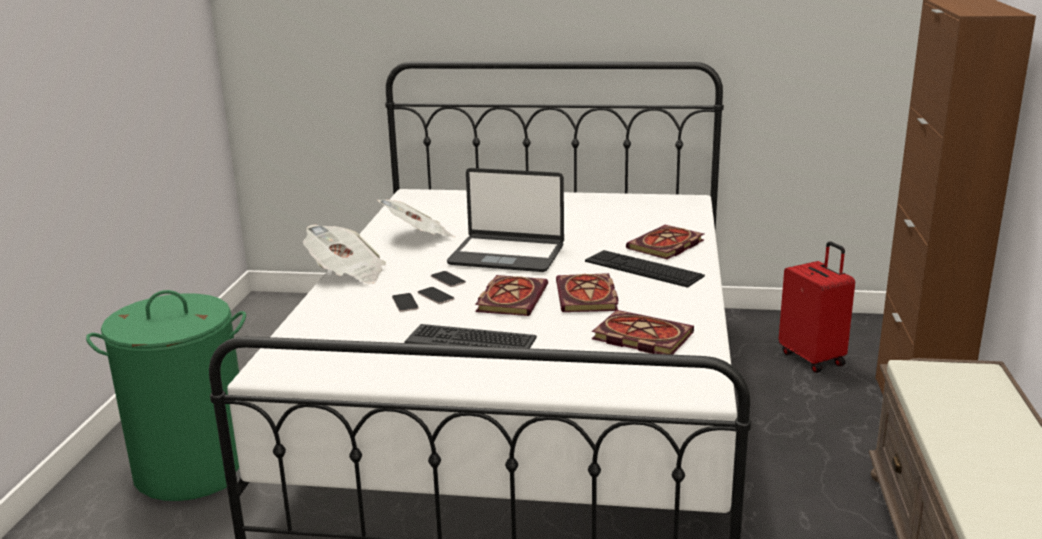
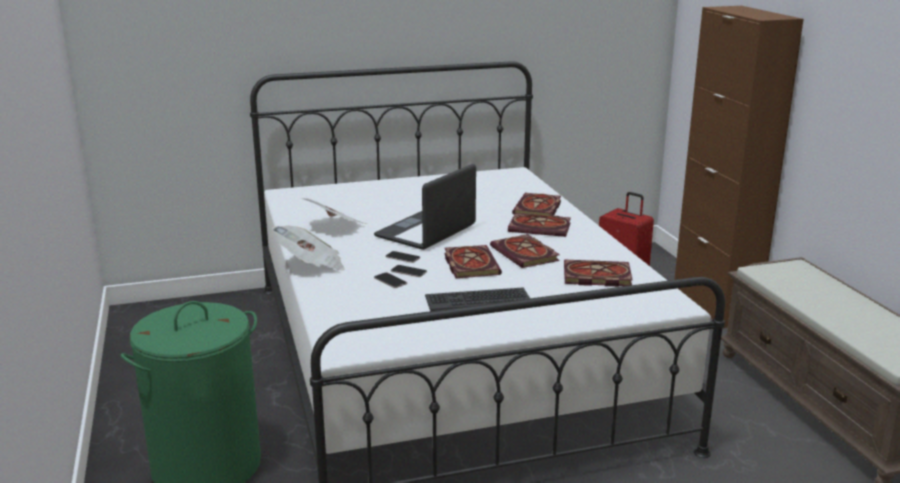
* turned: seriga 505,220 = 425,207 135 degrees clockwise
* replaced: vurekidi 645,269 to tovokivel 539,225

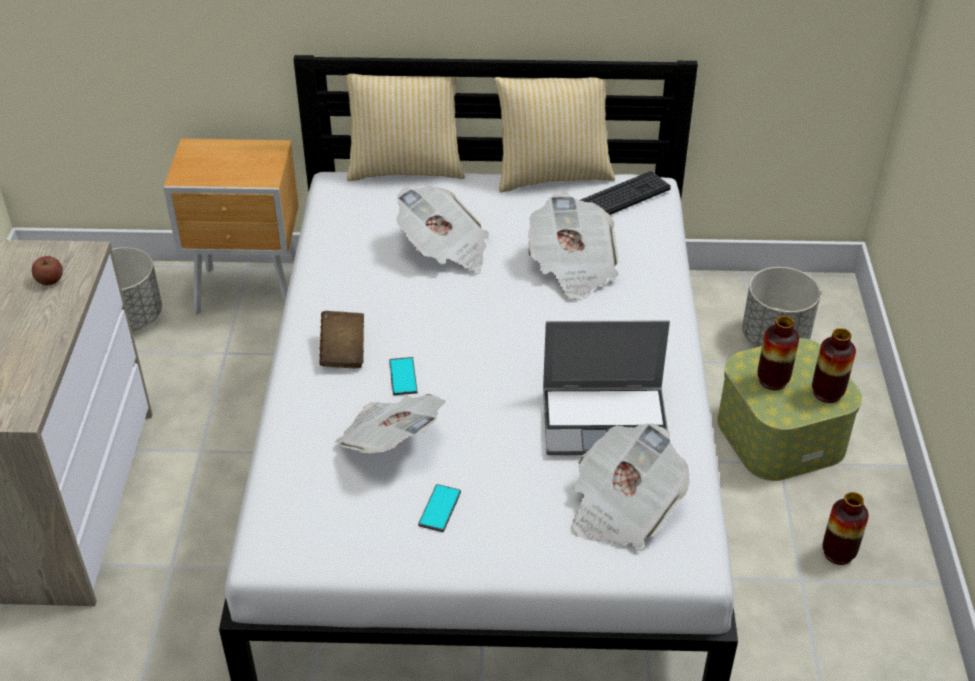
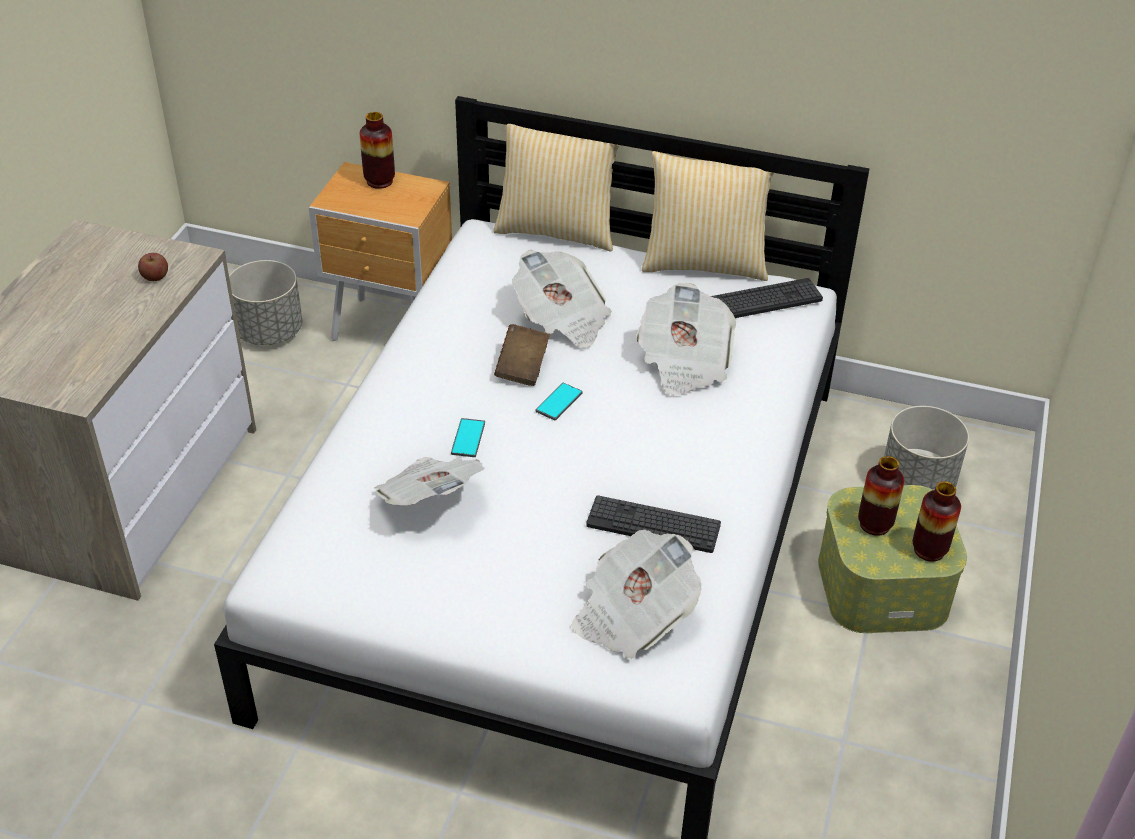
* moved: brown_tovokivel 341,339 to 522,355
* moved: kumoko 439,508 to 559,402
* replaced: seriga 606,387 to vurekidi 653,524
* moved: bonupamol 845,528 to 377,150

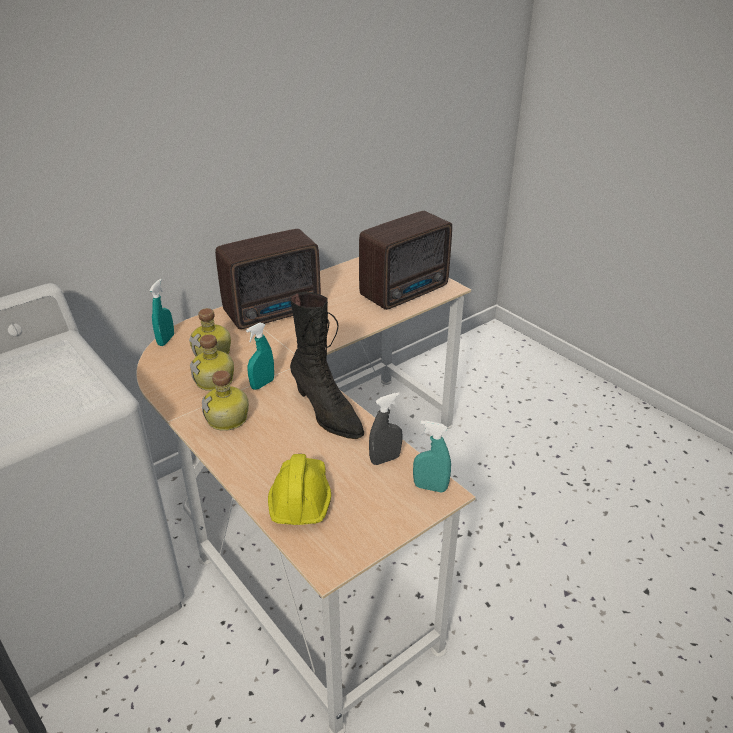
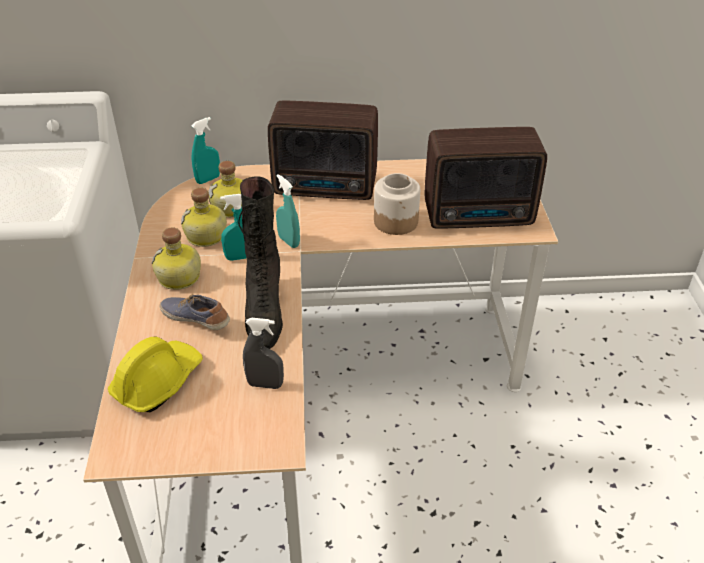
* moved: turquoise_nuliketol 432,456 to 288,211
* added: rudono 195,312
* added: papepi 397,204

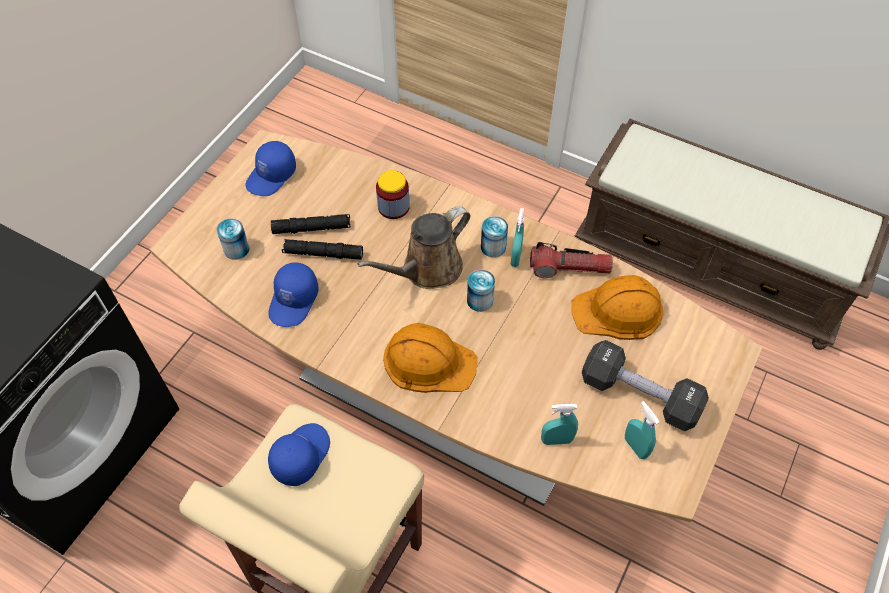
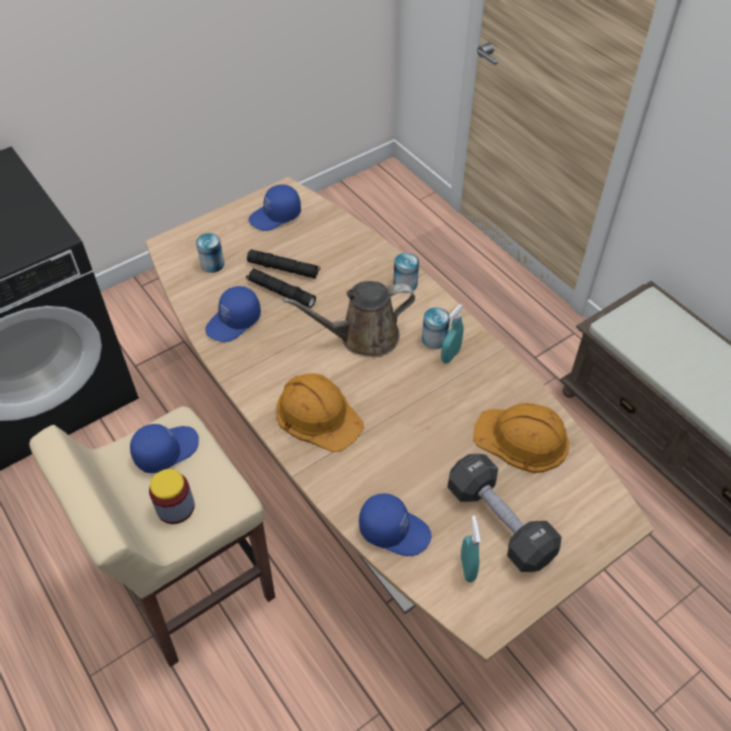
* moved: papepi 393,194 to 172,496
* moved: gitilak 481,291 to 406,273
* removed: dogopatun 571,260
* replaced: turquoise_nuliketol 559,424 to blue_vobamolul 395,524

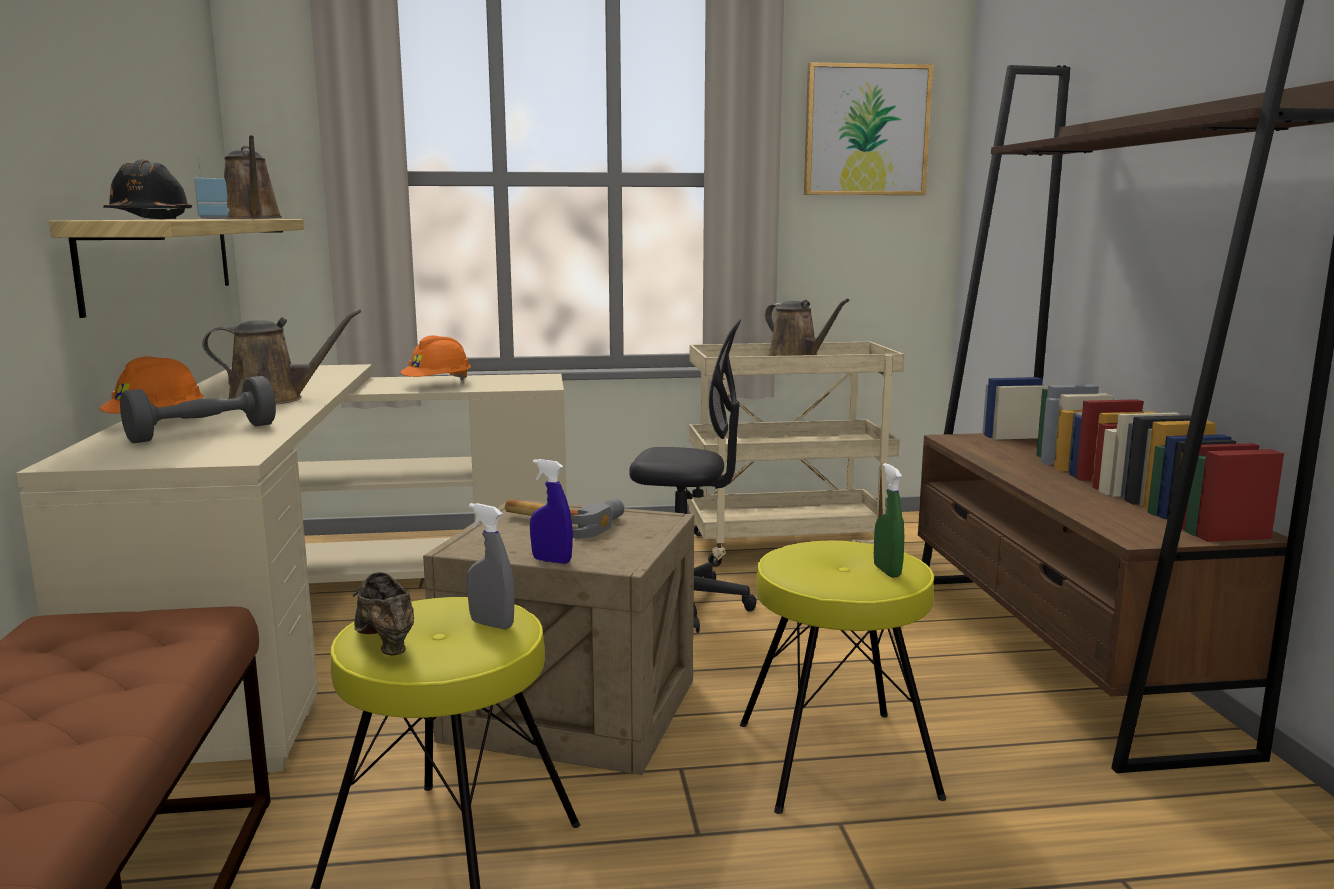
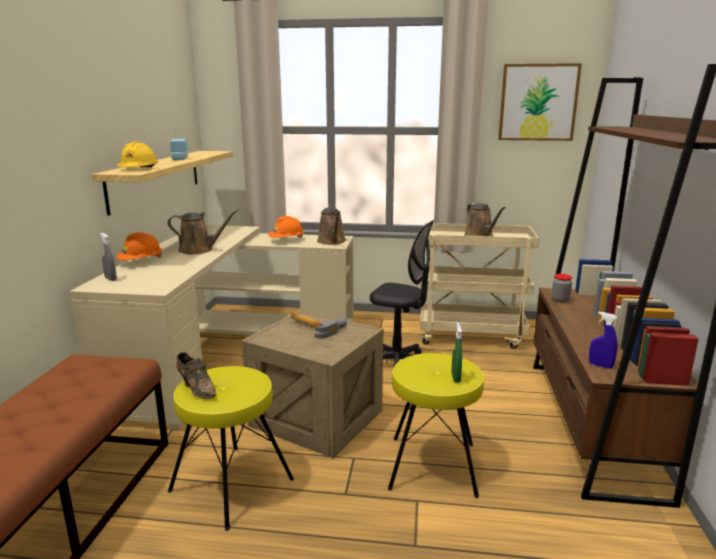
* recoloured: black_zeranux 147,189 to yellow_zeranux 137,154
* removed: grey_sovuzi 198,409
* moved: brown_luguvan 253,177 to 331,226
* turned: brown_rudono 383,613 = 196,375 150 degrees clockwise
* moved: grey_nuliketol 491,566 to 108,257
* moved: blue_nuliketol 551,511 to 603,340
* added: papepi 561,288

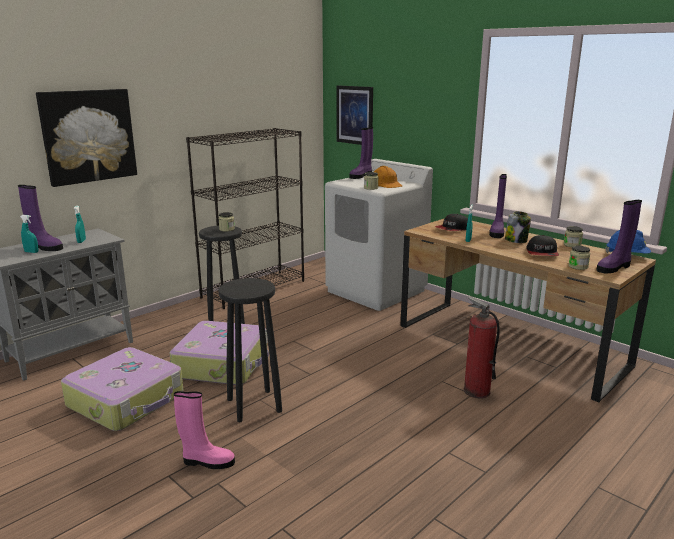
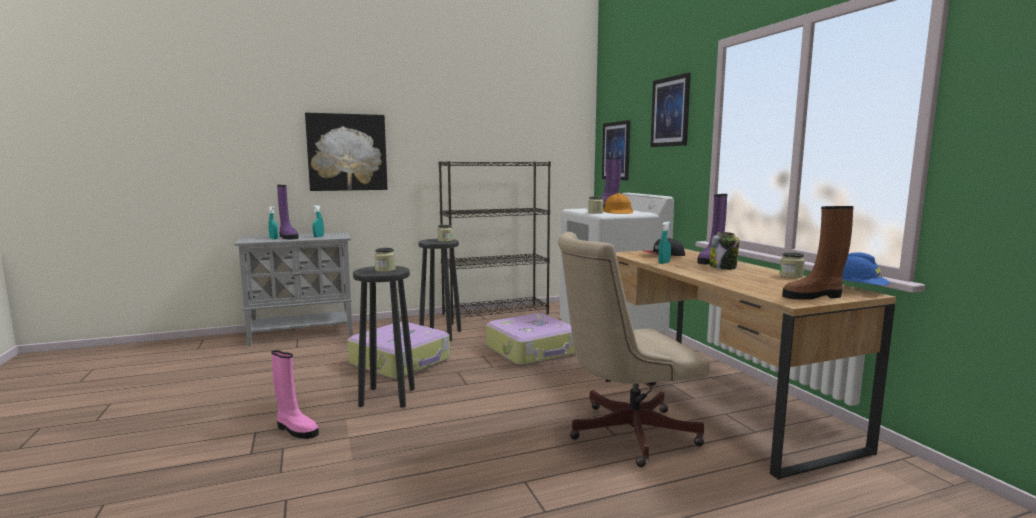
* moved: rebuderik 122,389 to 530,339
* replaced: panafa 482,347 to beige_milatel 634,349
* removed: vobamolul 542,245
* moved: papepi 579,258 to 385,260
* recoloured: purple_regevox 619,236 to brown_regevox 818,253
* added: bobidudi 670,110

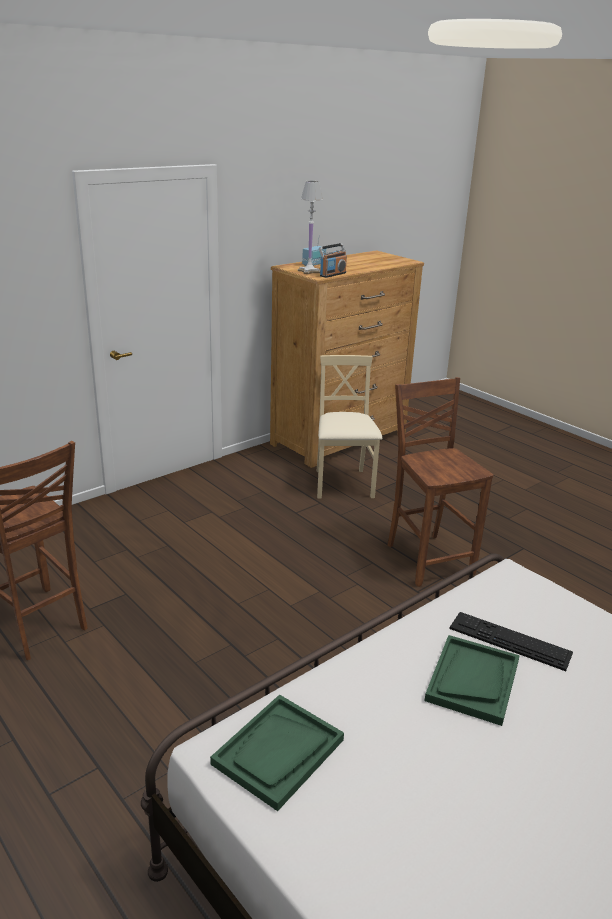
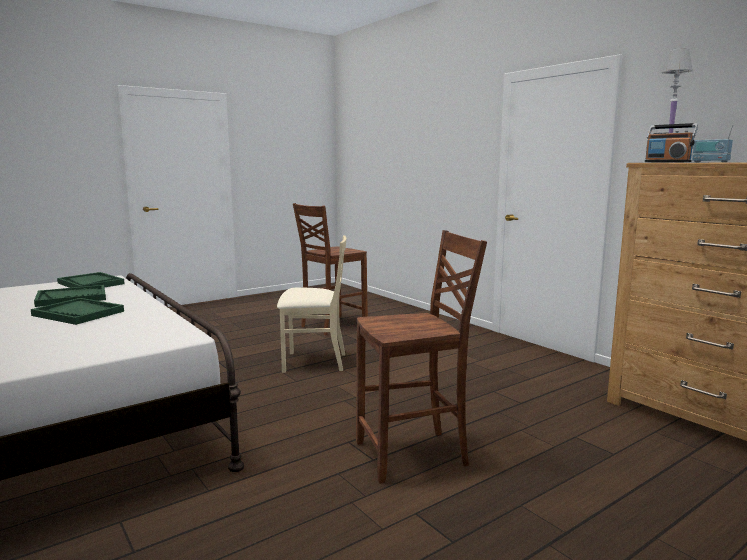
* moved: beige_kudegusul 349,427 to 311,304
* removed: vurekidi 511,641
* added: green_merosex 70,296

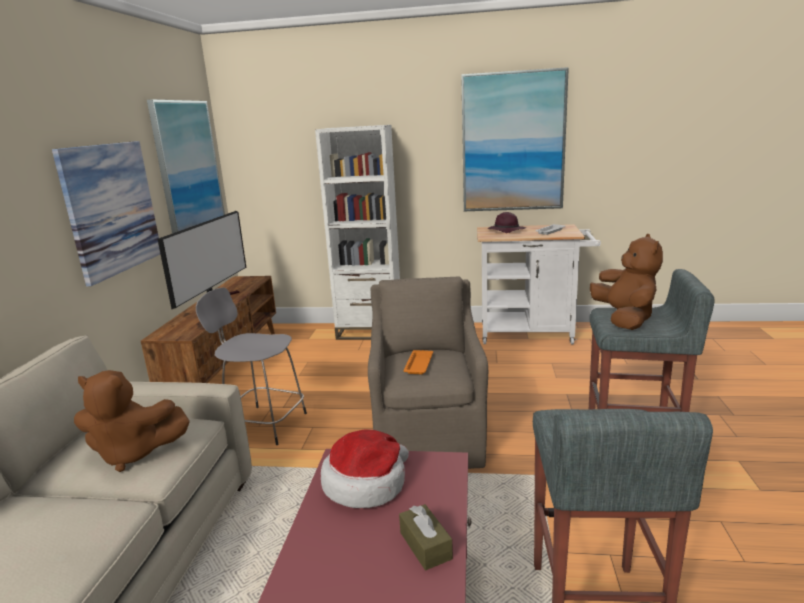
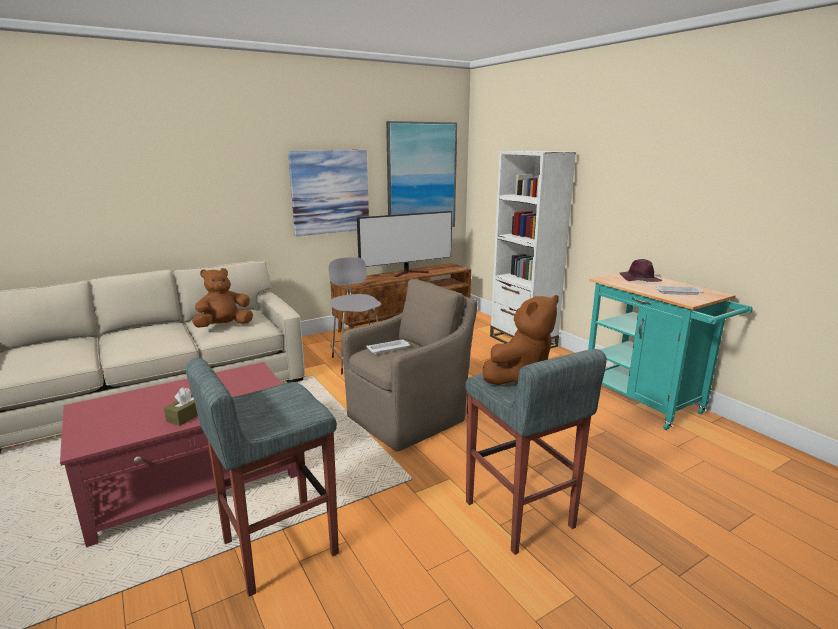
* turned: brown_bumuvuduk 132,421 = 222,298 90 degrees clockwise
* removed: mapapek 365,469
* recoloured: orange_merosex 418,362 to white_merosex 388,347
* removed: bobidudi 515,139
* recoloured: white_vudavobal 539,284 to turquoise_vudavobal 670,350

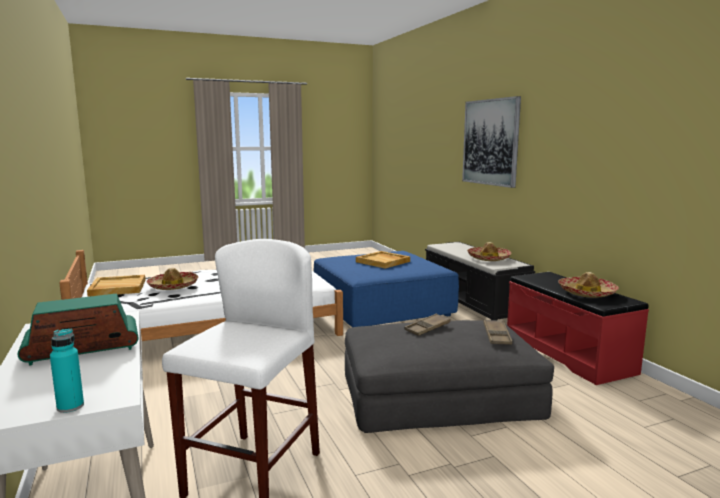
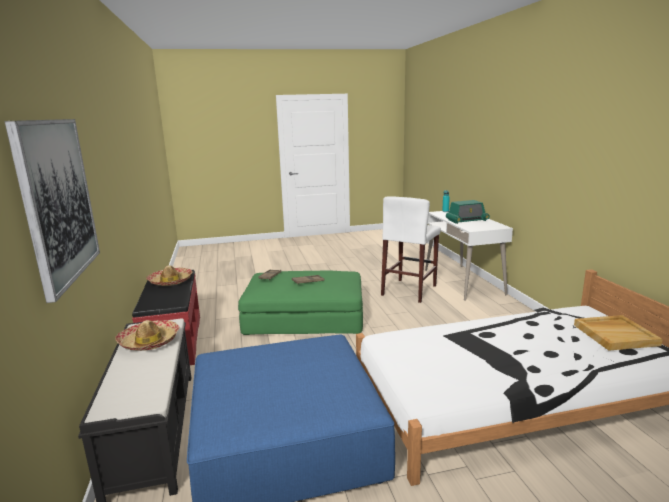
* removed: mapapek 172,279
* recoloured: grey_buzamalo 449,376 to green_buzamalo 300,303
* removed: beige_merosex 383,260

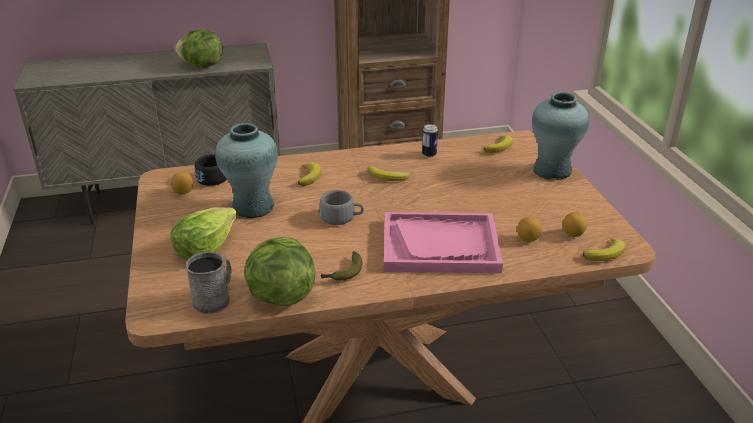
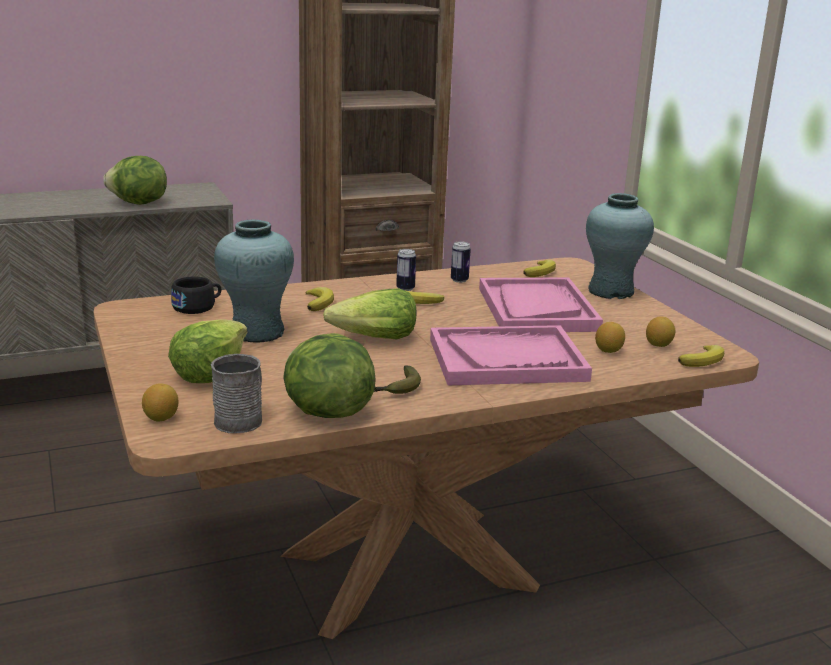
* moved: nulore 182,183 to 160,402
* replaced: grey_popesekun 341,207 to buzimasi 369,314
* added: gitilak 406,270
* added: pink_merosex 541,305

